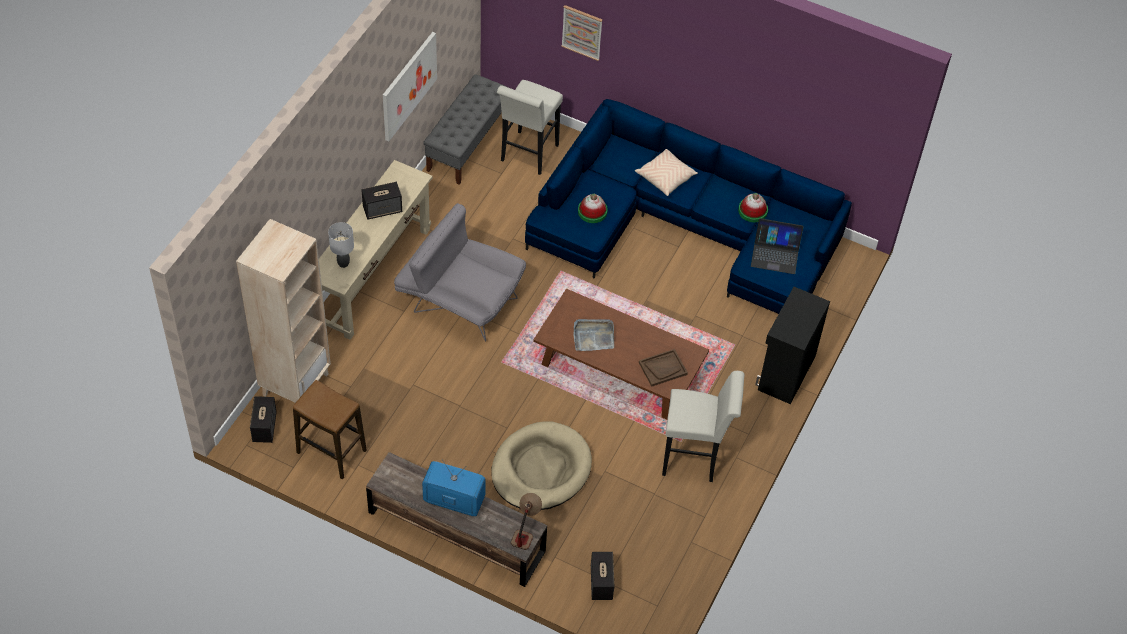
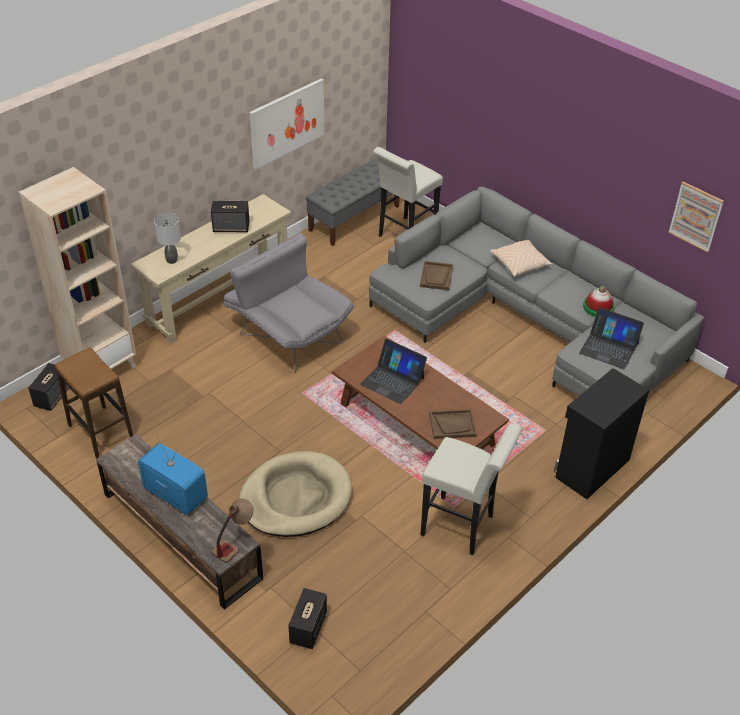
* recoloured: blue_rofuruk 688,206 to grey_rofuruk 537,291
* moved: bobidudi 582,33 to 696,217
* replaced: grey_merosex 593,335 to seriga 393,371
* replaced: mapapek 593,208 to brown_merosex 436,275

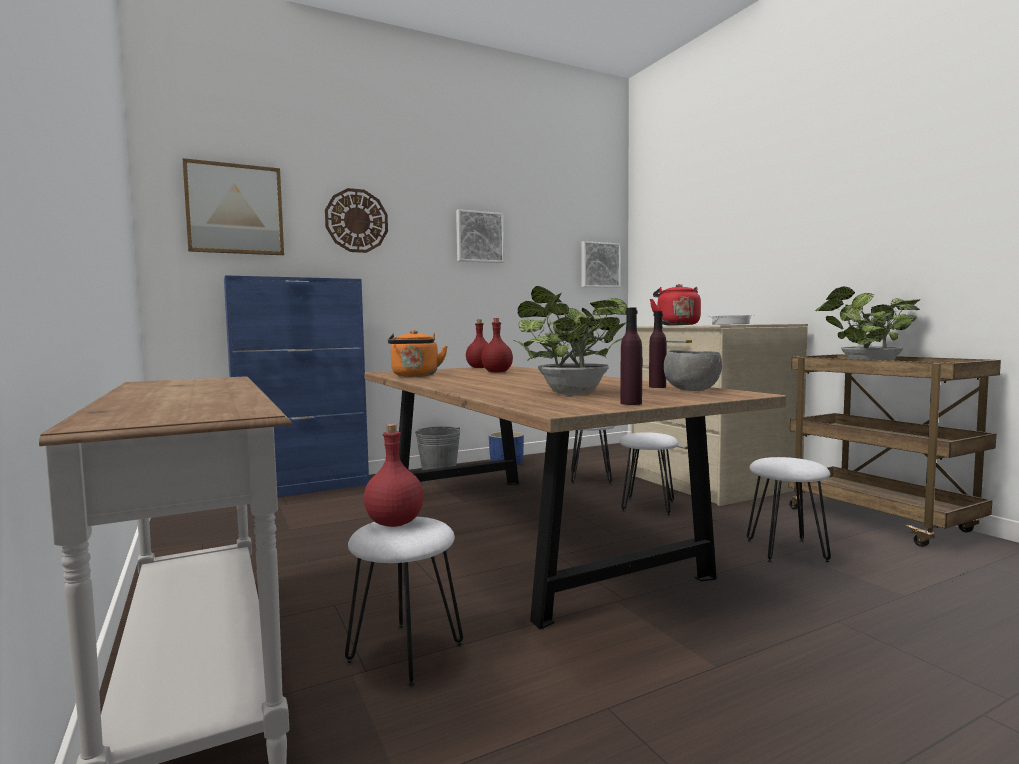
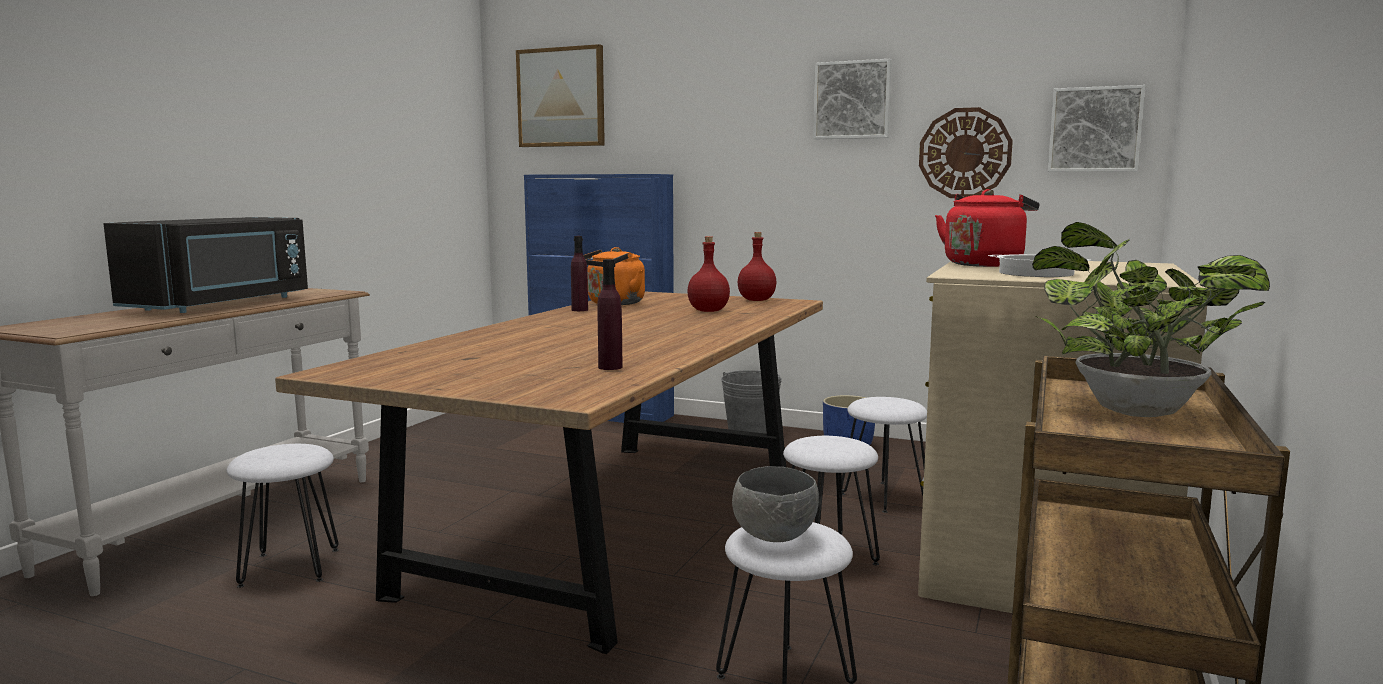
* moved: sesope 356,220 to 966,152
* removed: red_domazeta 394,475
* removed: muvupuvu 570,340
* moved: purple_domazeta 631,356 to 579,273
* moved: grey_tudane 693,370 to 775,504
* added: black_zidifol 206,265

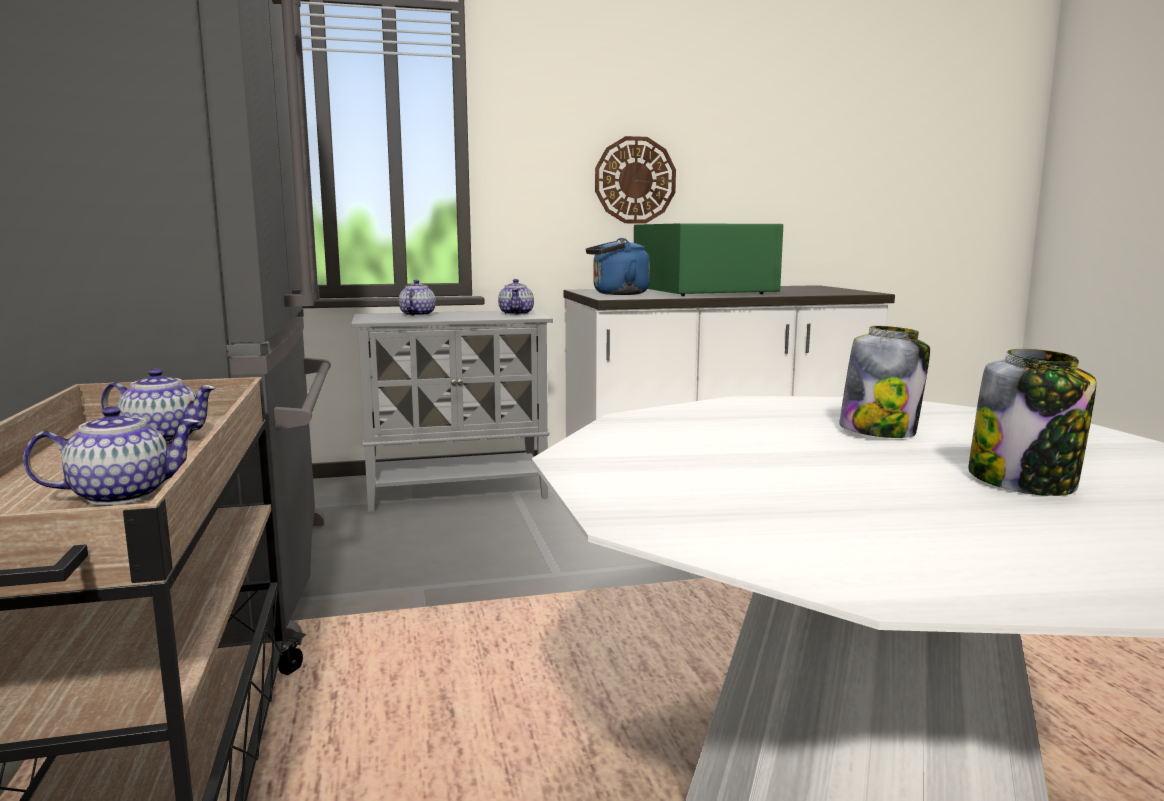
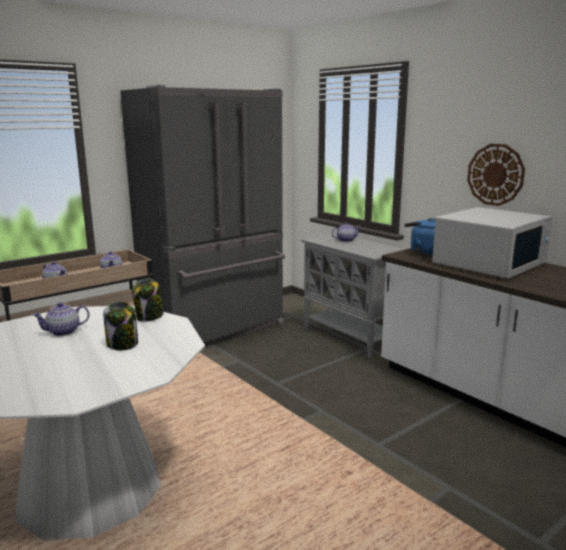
* moved: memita 516,297 to 61,319
* recoloured: green_zidifol 708,259 to white_zidifol 492,243
* moved: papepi 1032,422 to 148,300

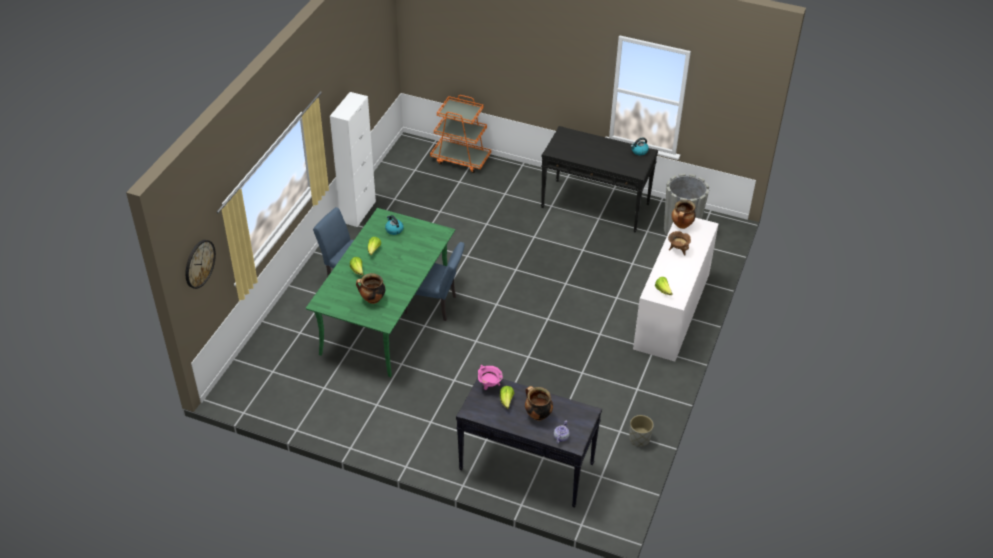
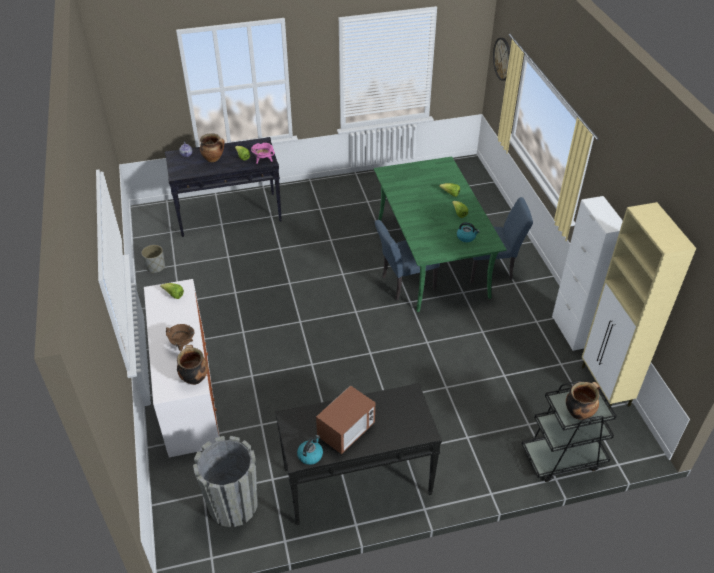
* moved: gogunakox 370,288 to 583,401
* recoloured: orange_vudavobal 460,134 to black_vudavobal 569,431
* added: zidifol 345,419
* added: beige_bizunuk 639,305

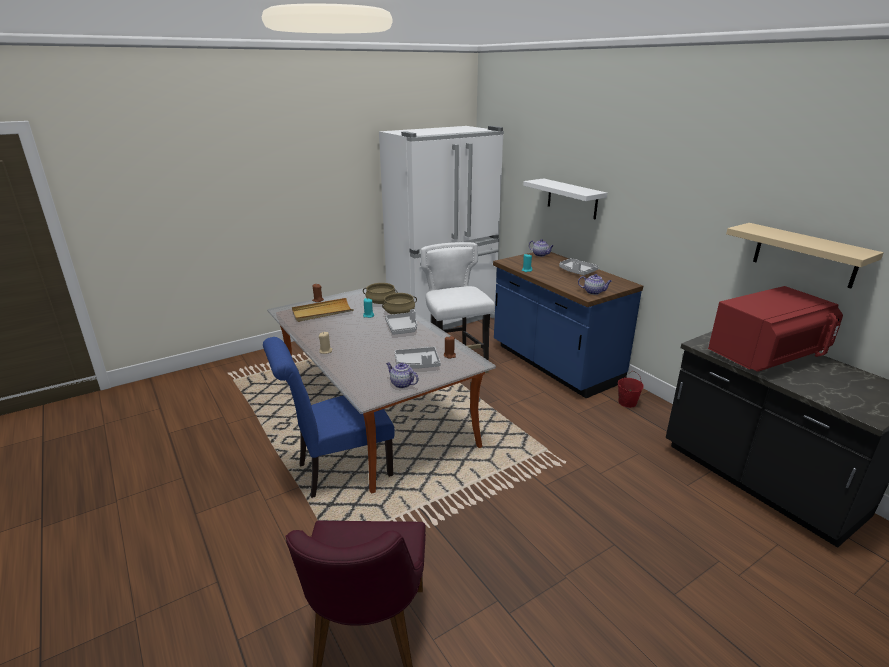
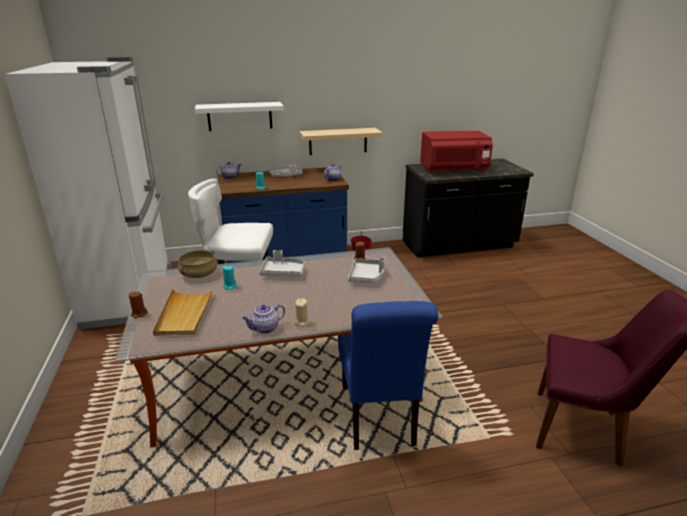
* removed: beige_gogunakox 399,303
* moved: memita 402,375 to 263,319
* turned: red_zidifol 775,329 = 456,151 90 degrees clockwise
* moved: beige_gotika 805,255 to 341,141

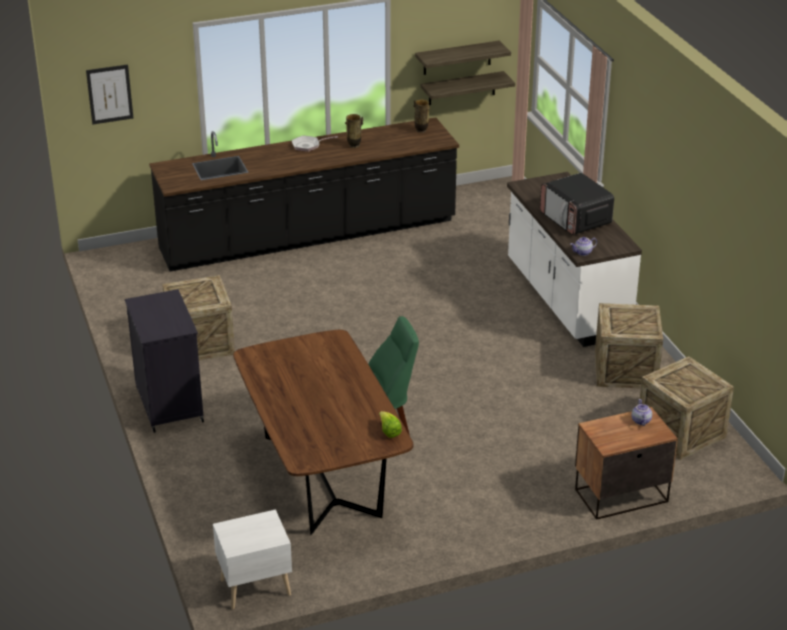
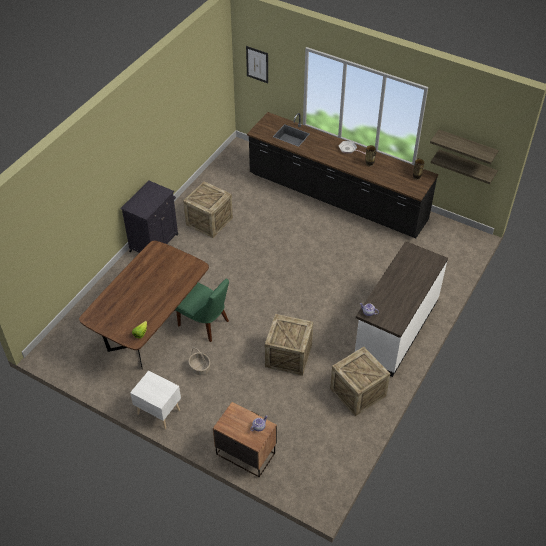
* moved: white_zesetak 252,559 to 155,399
* removed: zidifol 577,204
* moved: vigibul 687,408 to 289,345
* added: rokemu 199,361

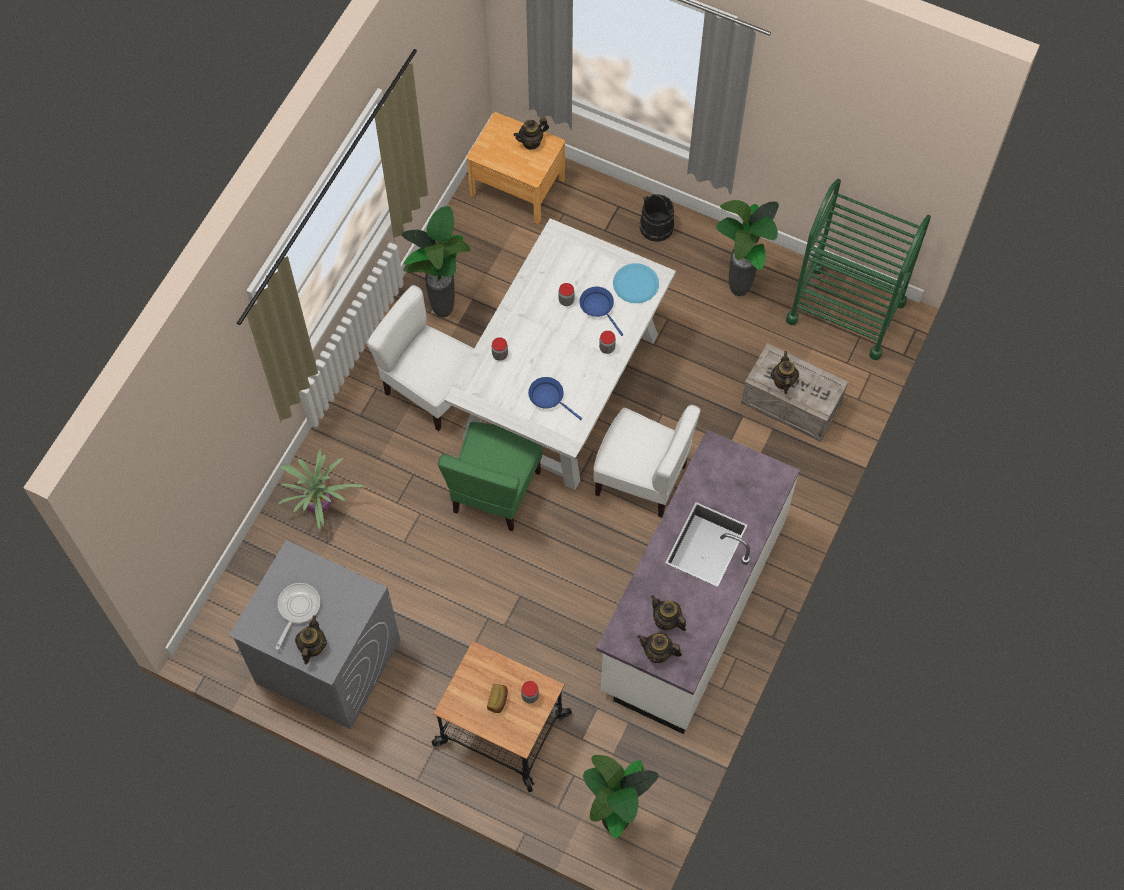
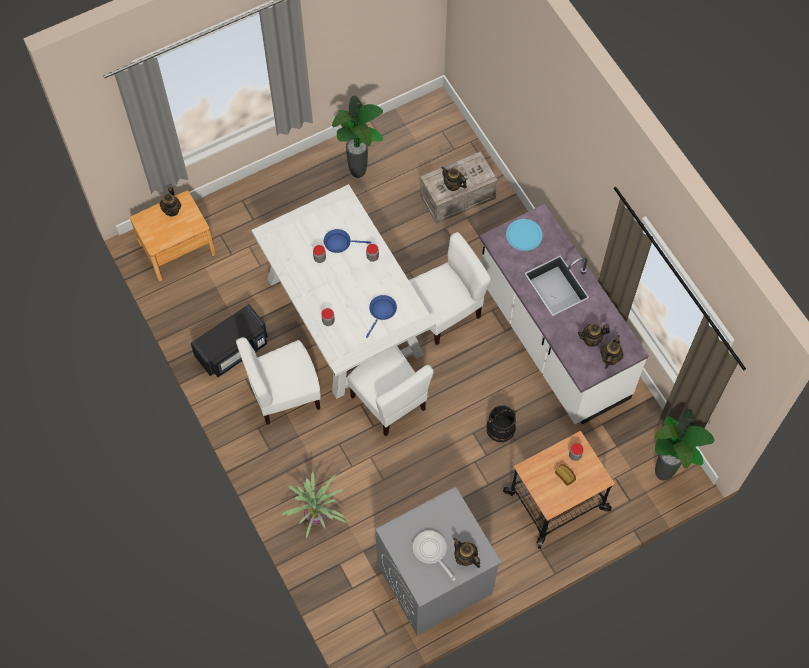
* replaced: muvupuvu 436,261 to black_zidifol 229,340
* recoloured: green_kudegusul 490,476 to white_kudegusul 390,391
* turned: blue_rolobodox 555,398 = 381,316 135 degrees clockwise
* moved: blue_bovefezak 636,283 to 524,235
* turned: memita 659,648 = 611,352 150 degrees clockwise
* moved: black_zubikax 657,218 to 501,423
* removed: green_vudavobal 858,269

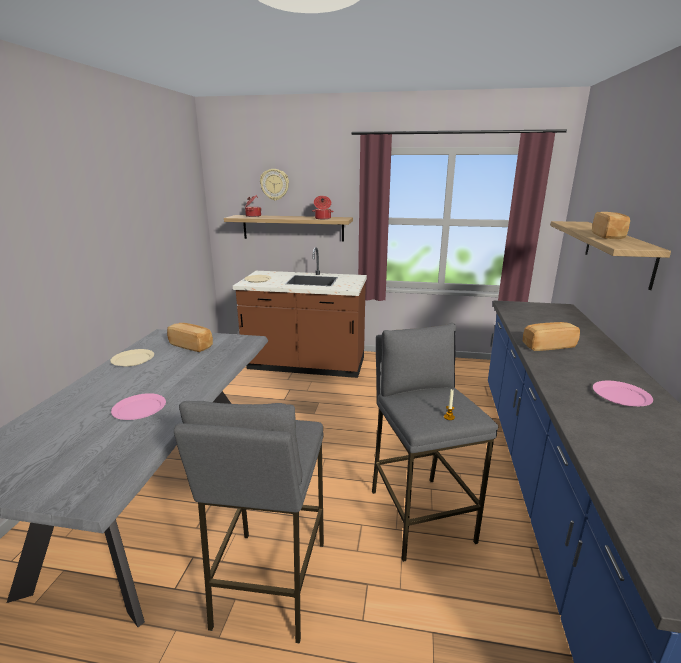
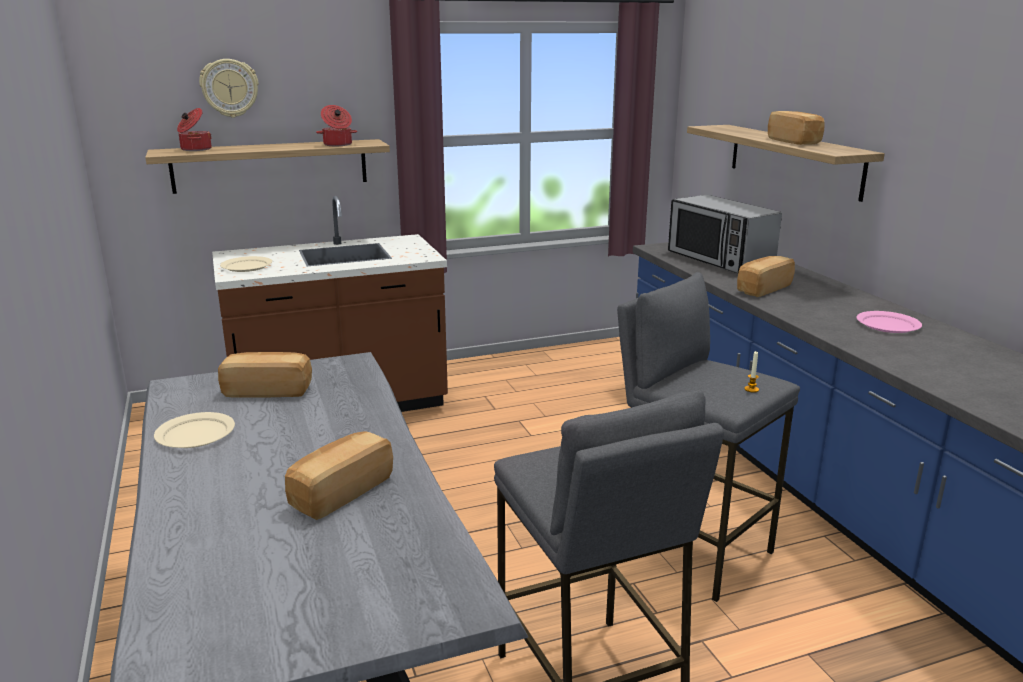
* replaced: pink_bovefezak 138,406 to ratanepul 339,476
* added: zidifol 725,234

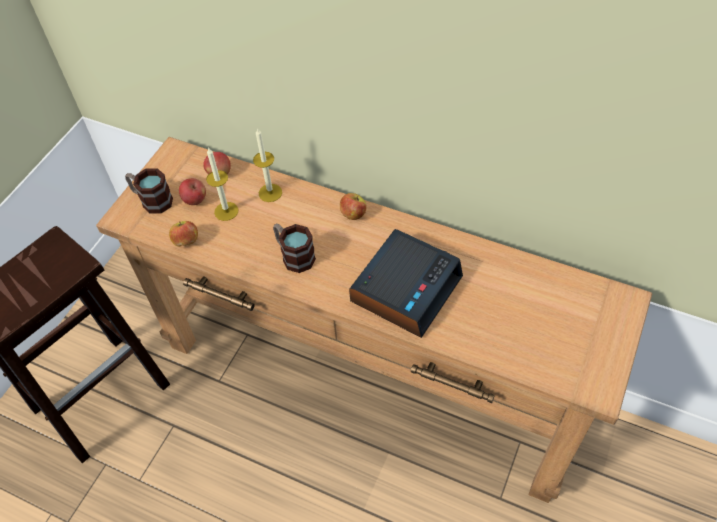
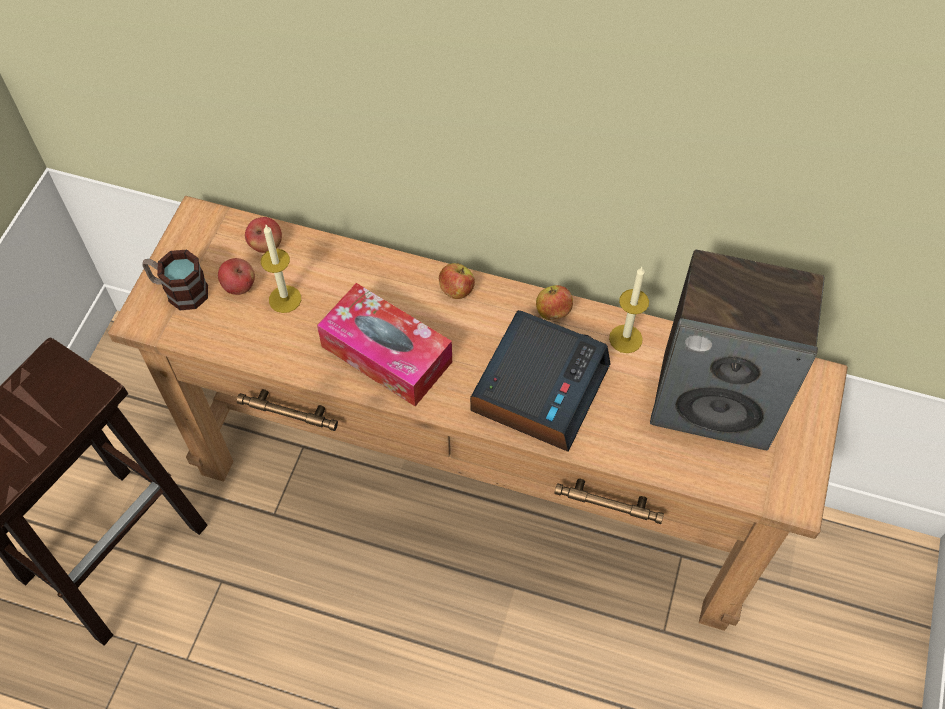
* moved: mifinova 183,233 to 554,302
* moved: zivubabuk 267,165 to 629,310
* replaced: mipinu 294,248 to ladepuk 384,344
* added: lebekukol 737,350

